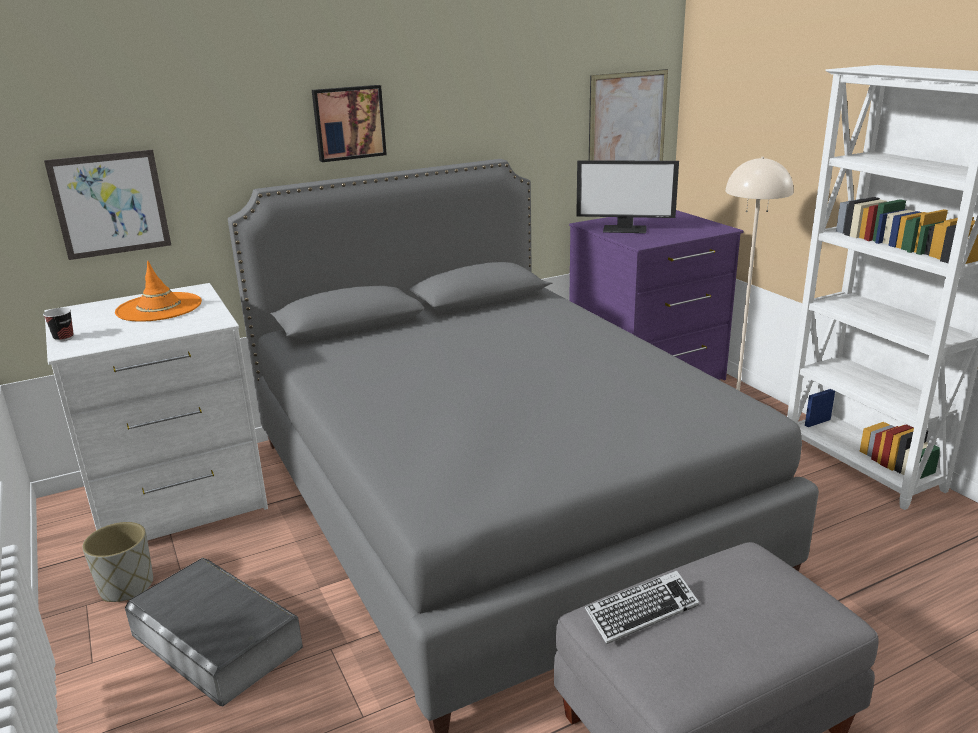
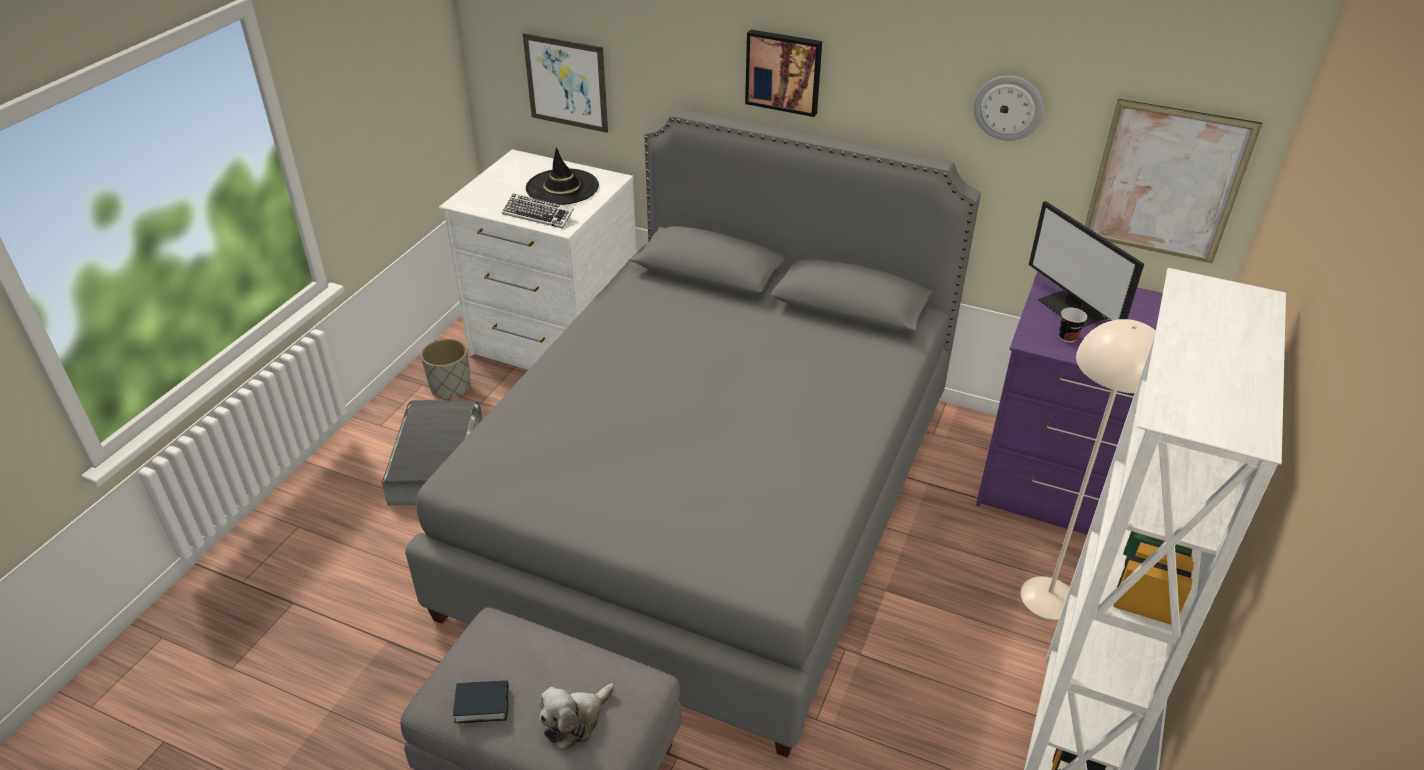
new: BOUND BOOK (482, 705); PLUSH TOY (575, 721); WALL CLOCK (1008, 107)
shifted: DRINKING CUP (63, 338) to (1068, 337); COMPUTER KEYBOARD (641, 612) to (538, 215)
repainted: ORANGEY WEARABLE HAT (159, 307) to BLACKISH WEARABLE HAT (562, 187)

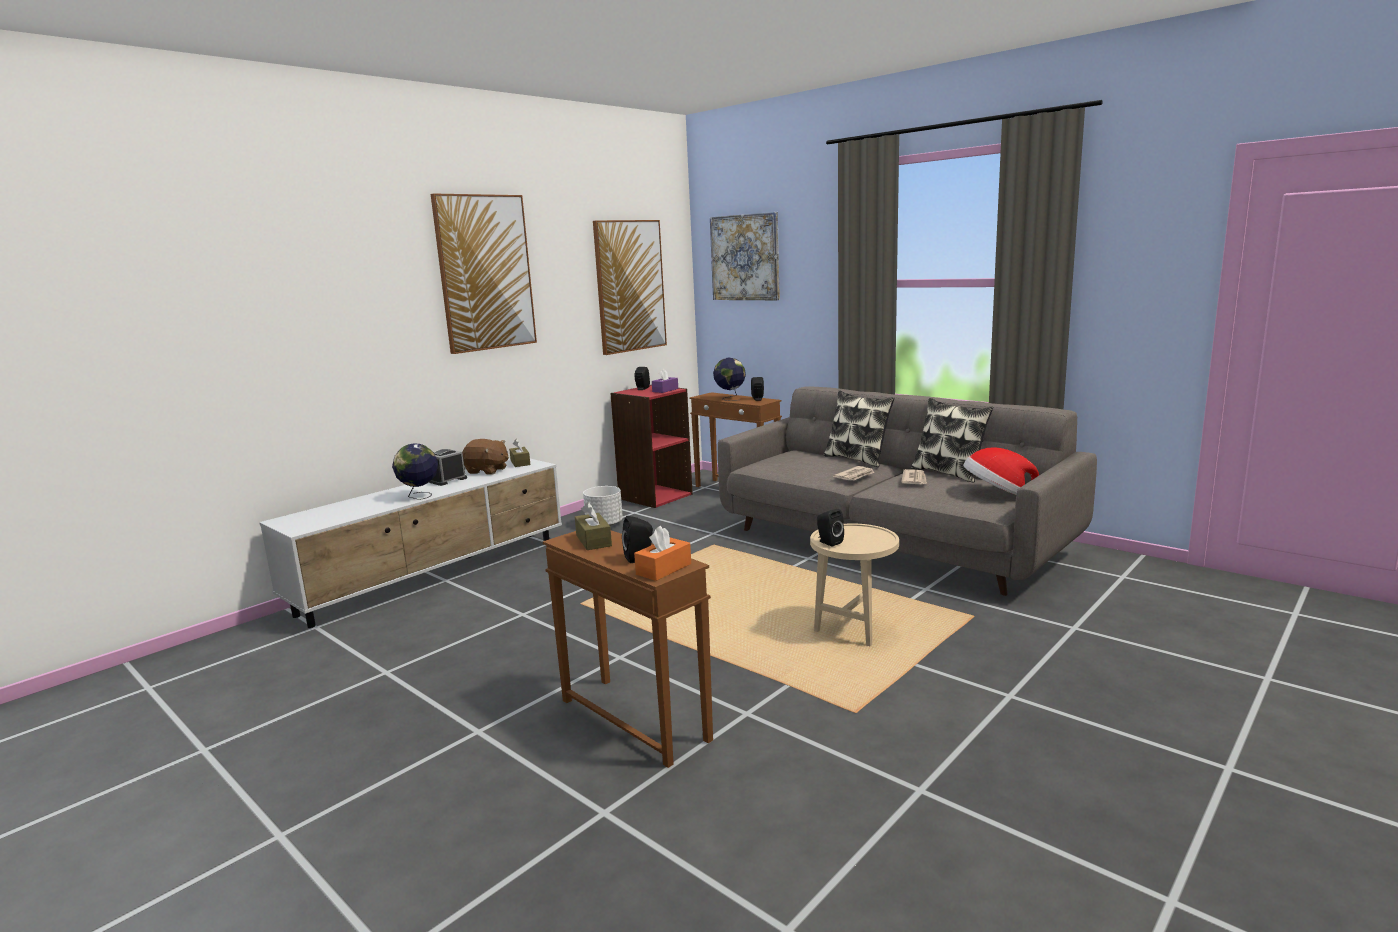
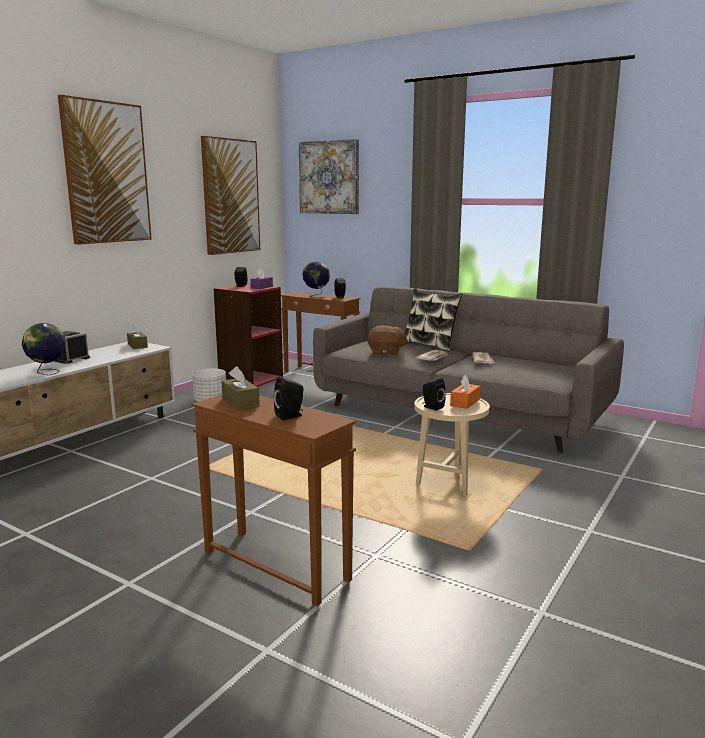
gone: CUSHION (949, 473); WEARABLE HAT (996, 493)
shifted: BROWNISH PLUSH TOY (487, 471) to (386, 353); ORANGEY TISSUE HOLDER (663, 569) to (465, 402)

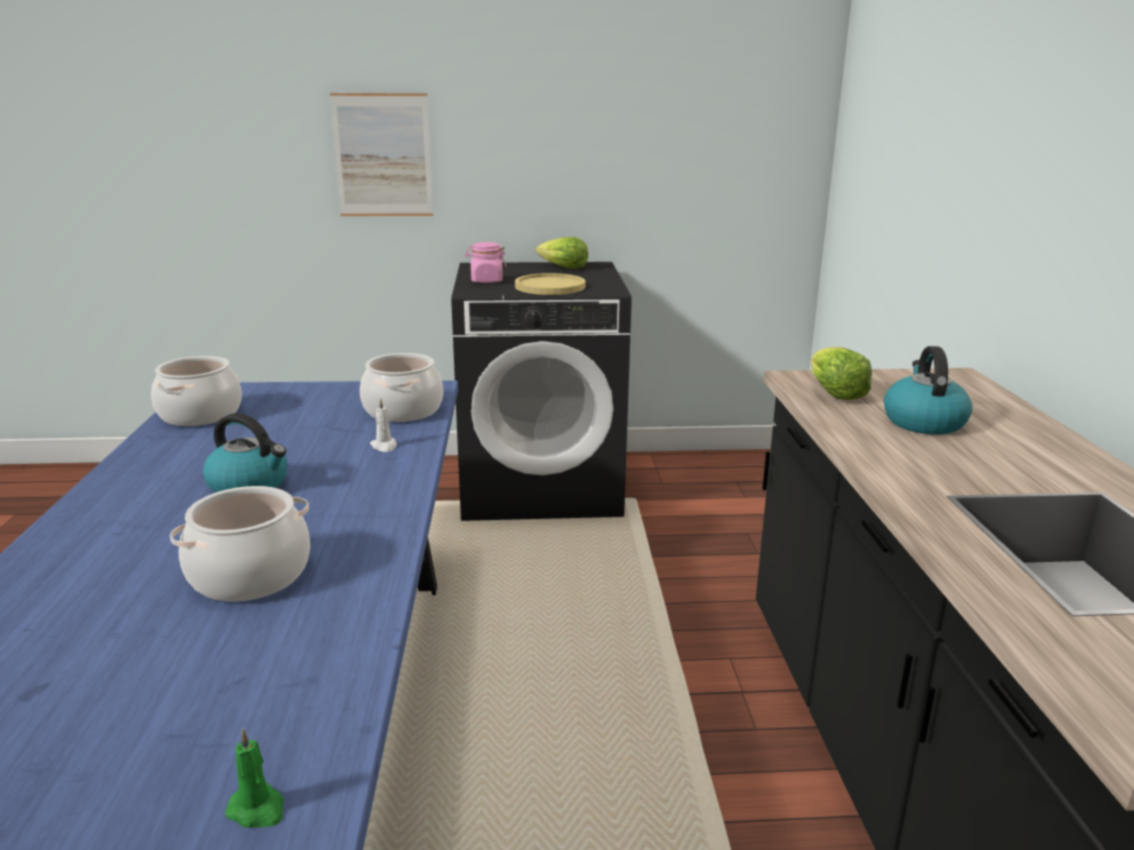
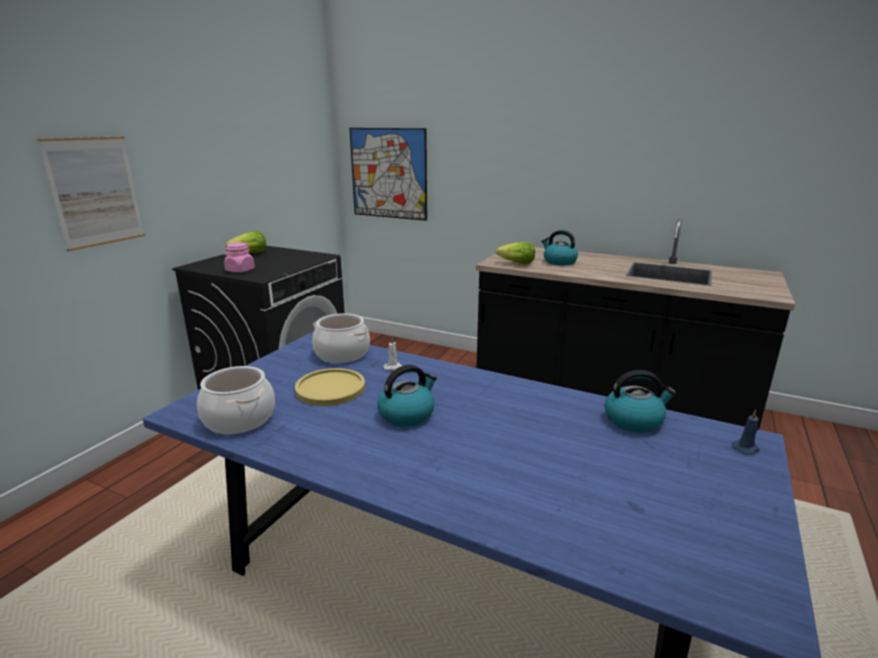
gone: STOCKPOT (249, 575)
new: WALL PICTURE (388, 173); TEA KETTLE (634, 420)
shifted: YELLOWISH DINNER PLATE (550, 286) to (330, 388)
repainted: GREEN-COLOURED WAX CANDLE (258, 810) to BLUE-COLOURED WAX CANDLE (746, 448)

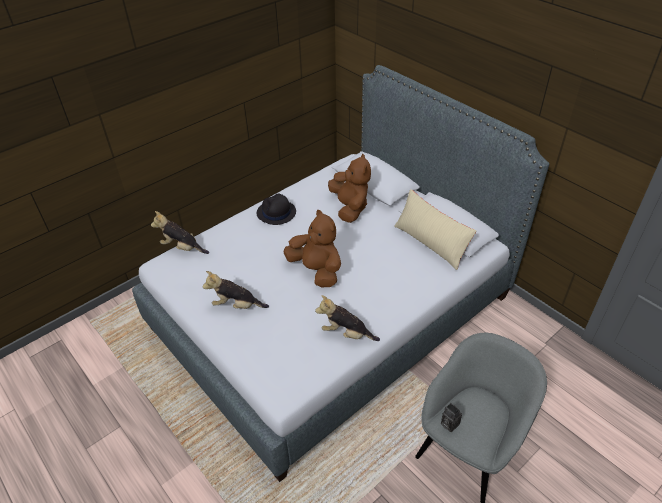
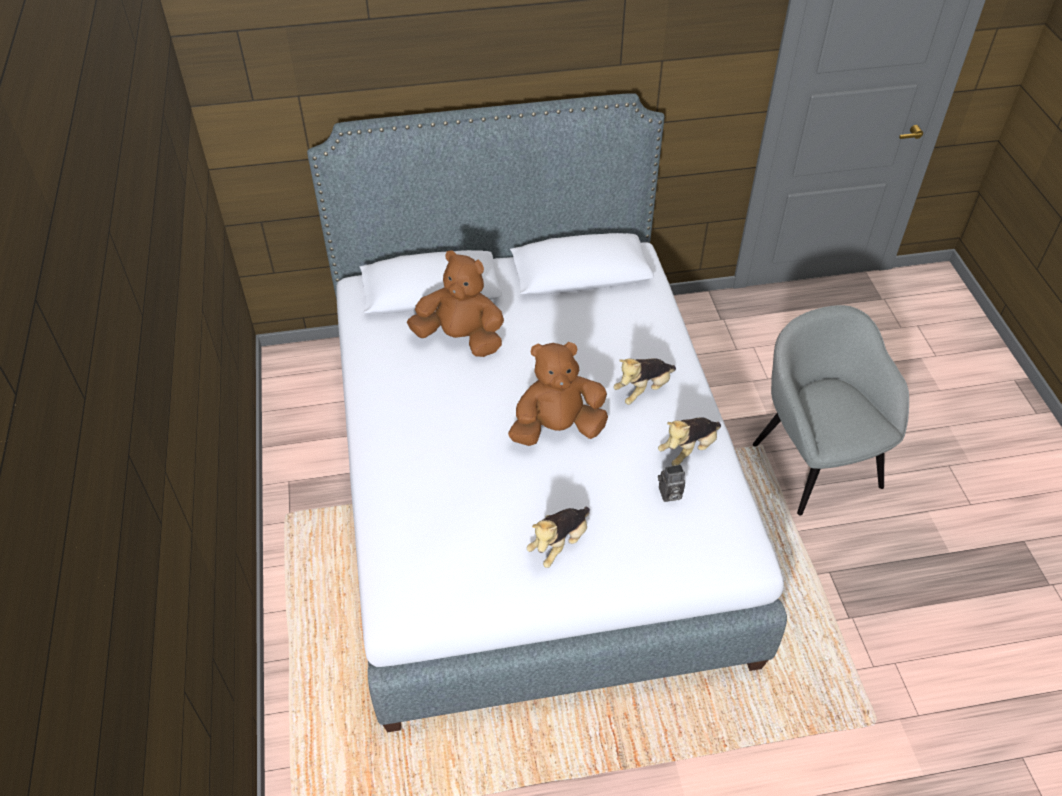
gone: BLACKISH WEARABLE HAT (276, 213); BEIGE CUSHION (431, 242)
shifted: PLUSH TOY (182, 248) to (643, 390); STILL CAMERA (448, 424) to (669, 494)

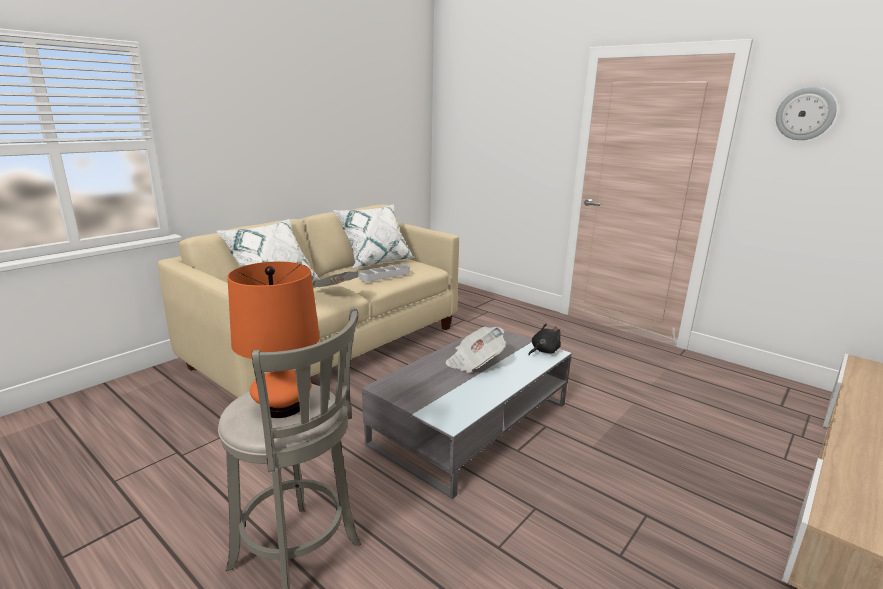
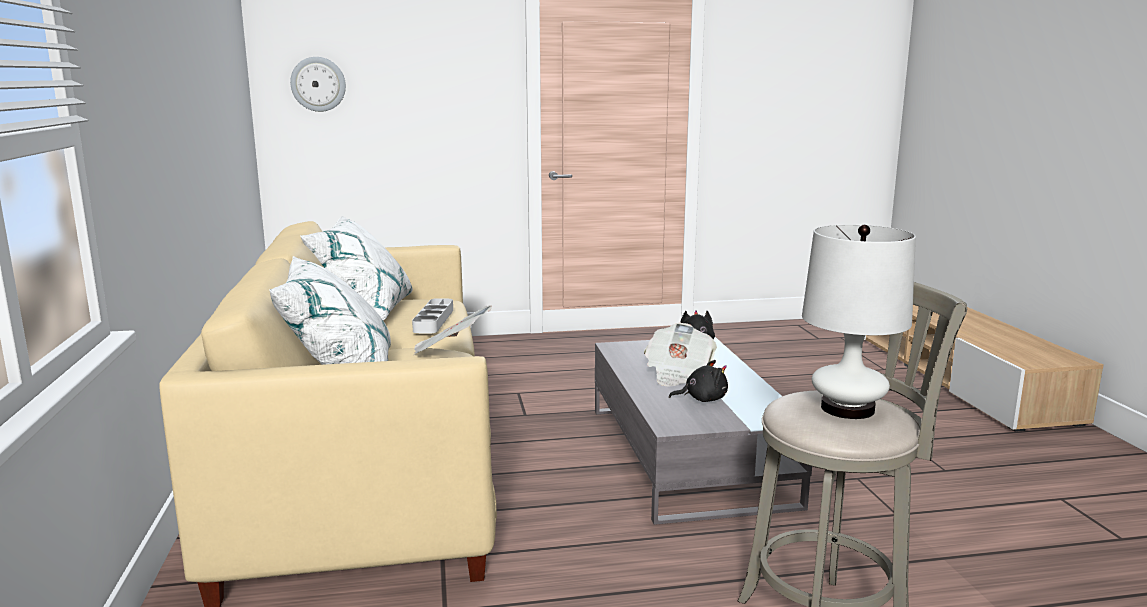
new: BLACKISH PLUSH TOY (702, 399)
shifted: WALL CLOCK (805, 114) to (318, 84)
repainted: ORANGEY TABLETOP LAMP (282, 406) to WHITE-COLOURED TABLETOP LAMP (847, 409)

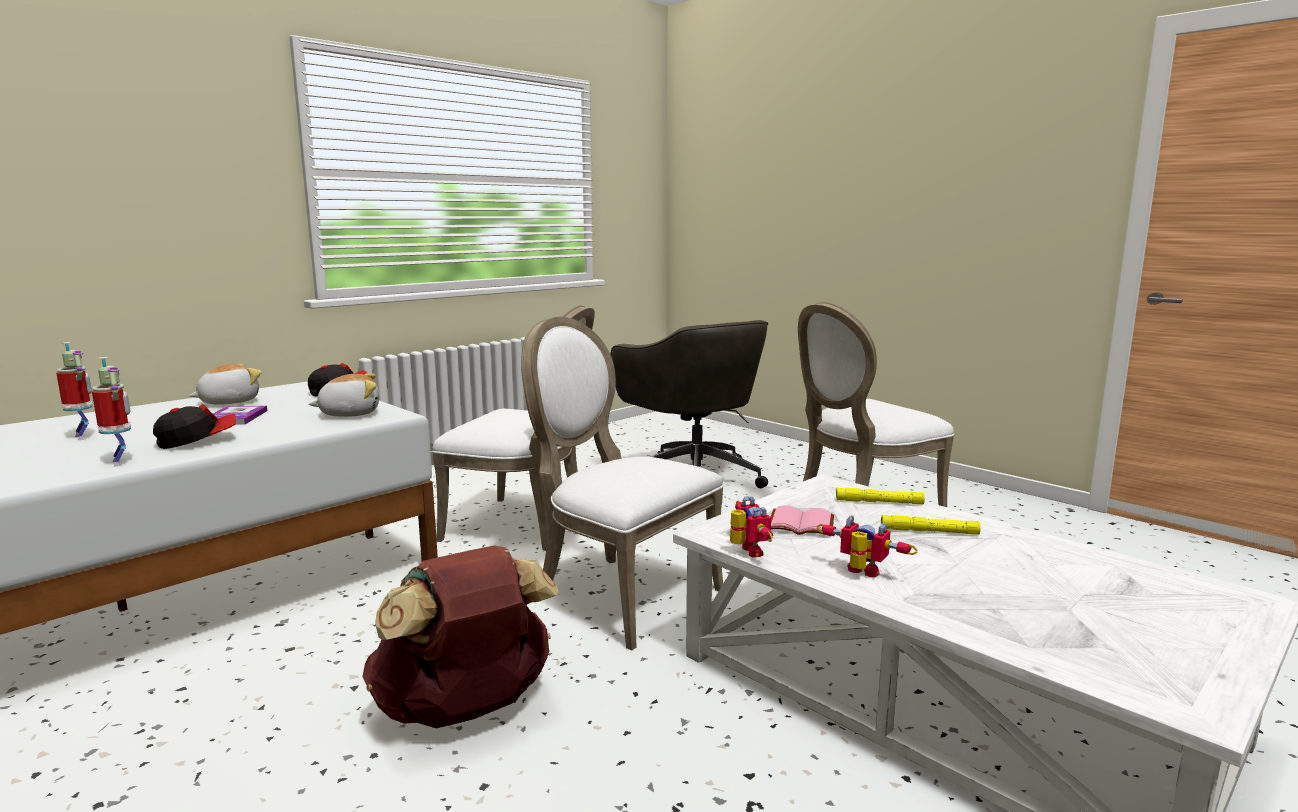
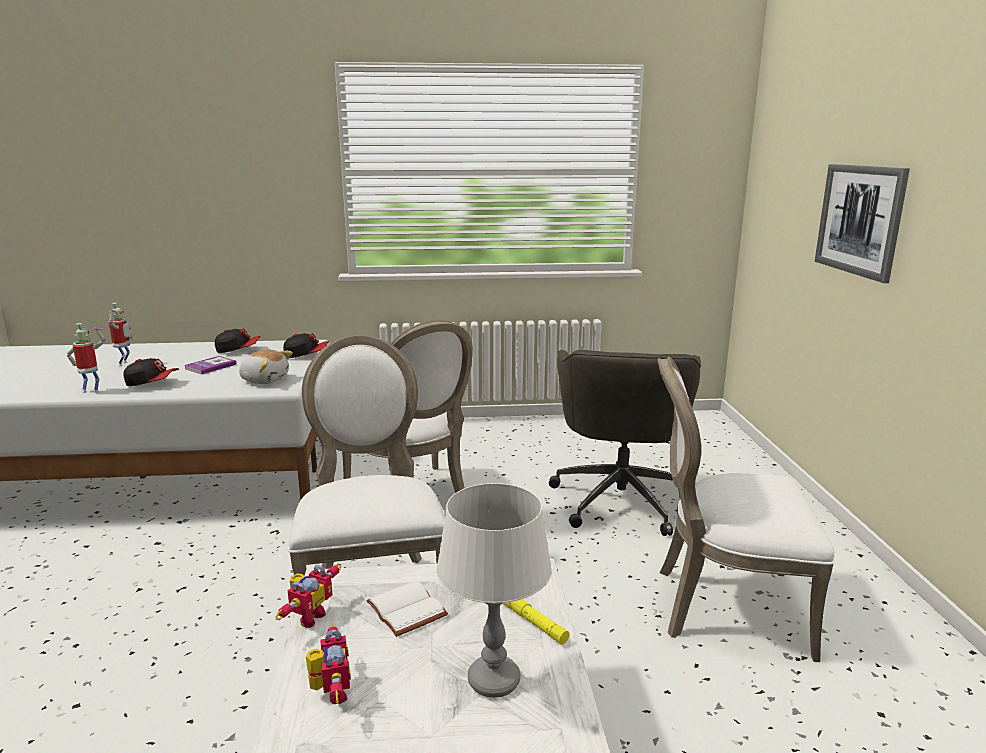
gone: BROWNISH KNAPSACK (466, 710)
new: WALL PICTURE (859, 220)
swapped: PLUSH TOY (228, 402) to PEAKED CAP (238, 350); YELLOWISH FLASHLIGHT (929, 531) to WHITE-COLOURED TABLETOP LAMP (493, 681)
repainted: PINKISH BOUND BOOK (802, 524) to WHITE-COLOURED BOUND BOOK (409, 609)
rotated: ROBOT FIGURE (121, 462) = (92, 391) 90 degrees counterclockwise

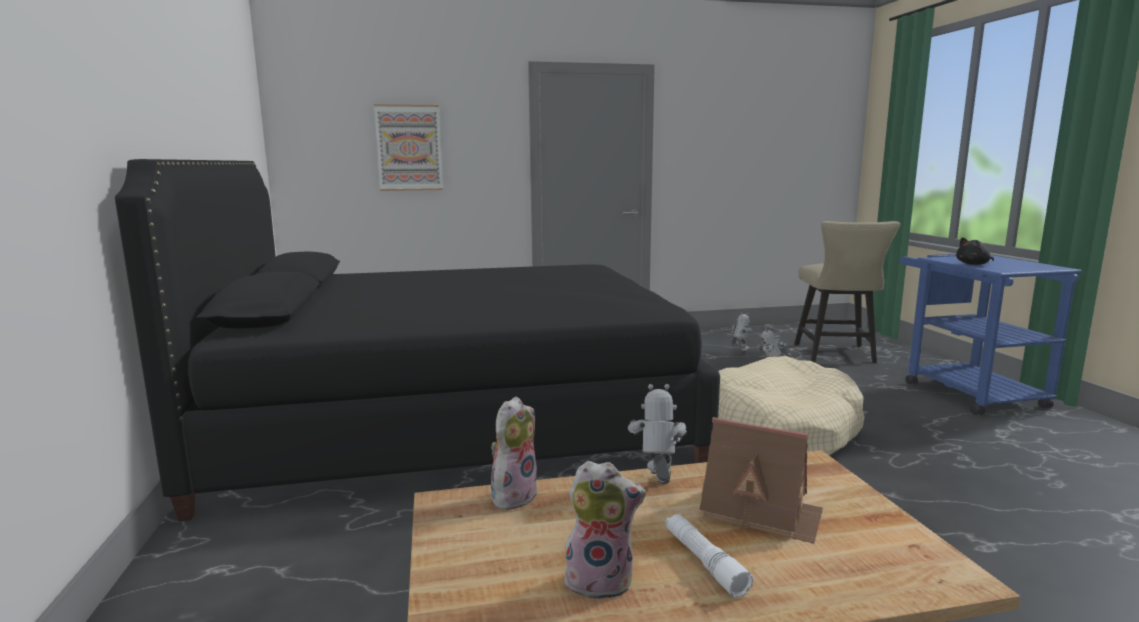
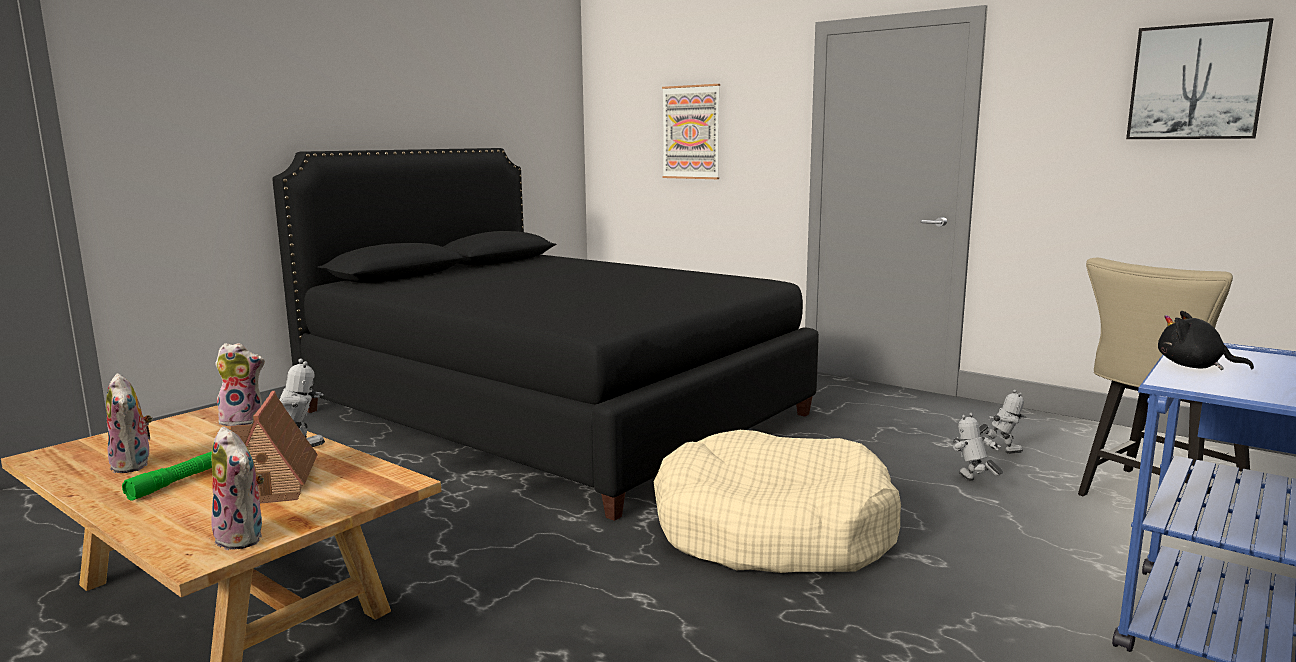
new: PLUSH TOY (244, 537); WALL PICTURE (1196, 82)
repainted: WHITE-COLOURED FLASHLIGHT (704, 562) to GREEN-COLOURED FLASHLIGHT (176, 483)

